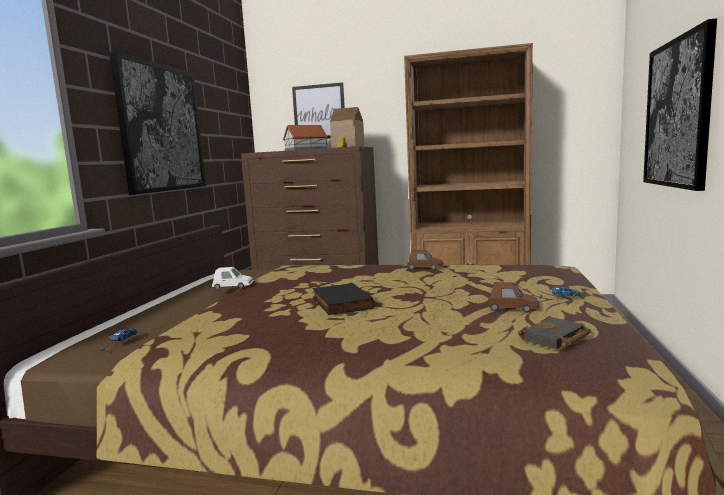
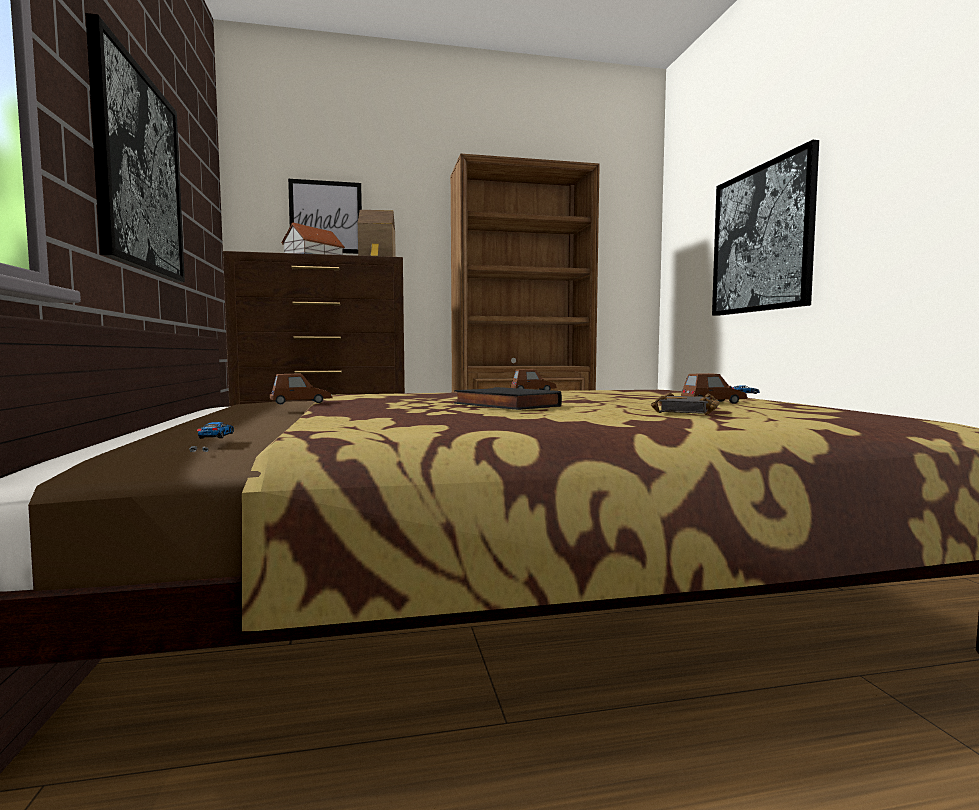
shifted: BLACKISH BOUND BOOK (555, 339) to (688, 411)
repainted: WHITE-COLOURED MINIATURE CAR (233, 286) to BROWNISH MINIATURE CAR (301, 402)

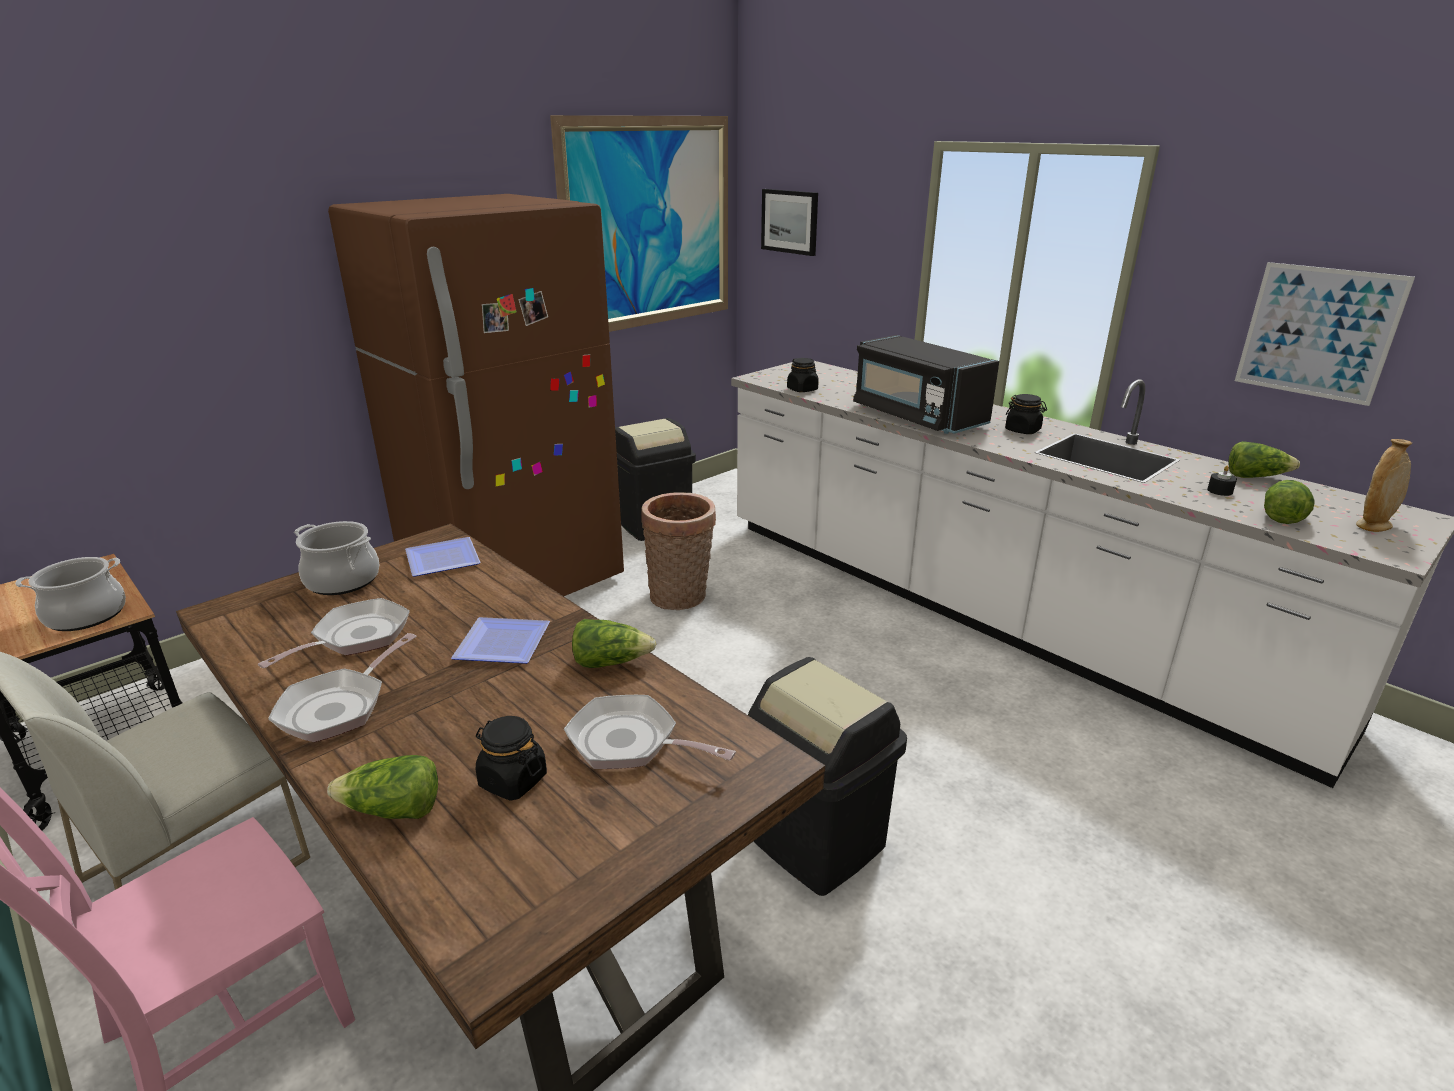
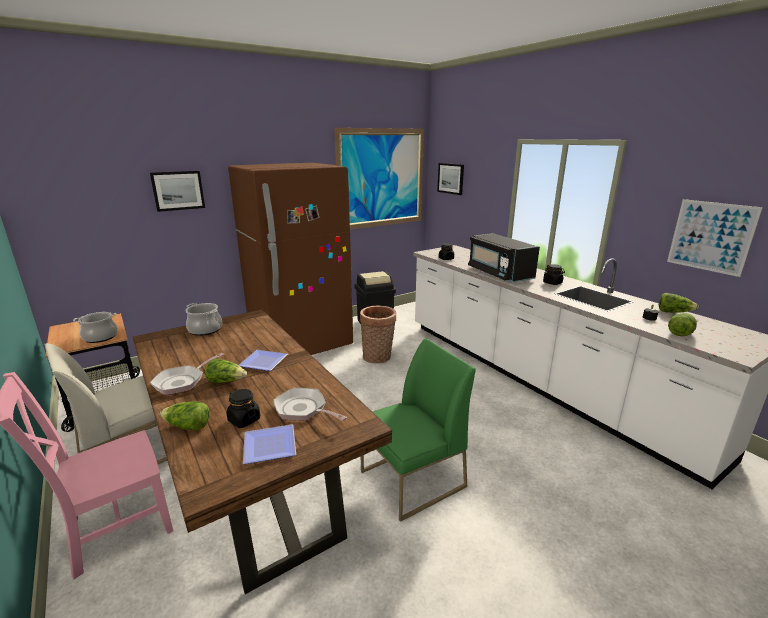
gone: PAN (355, 637); BEIGE VASE (1373, 526)
new: WALL PICTURE (178, 190)
shifted: DINNER PLATE (440, 559) to (268, 445); LETTUCE (610, 662) to (226, 381)
swapped: BLACKISH TRASH CAN (816, 841) to GREEN-COLOURED PLAIN CHAIR (412, 480)

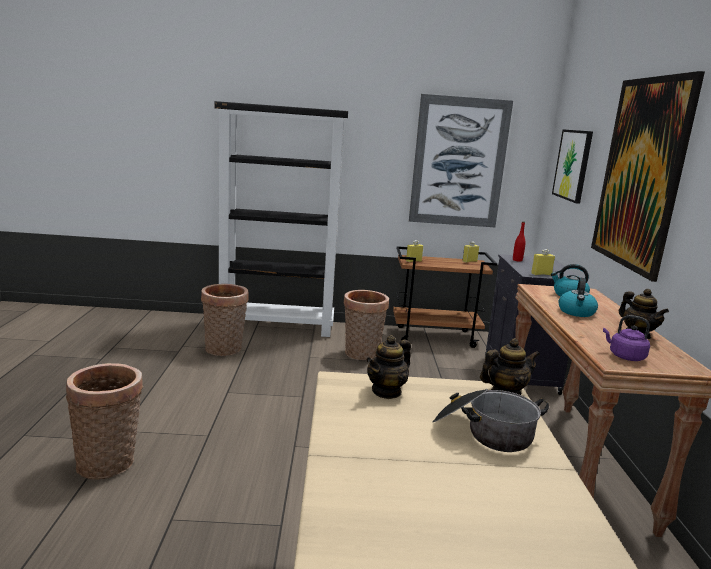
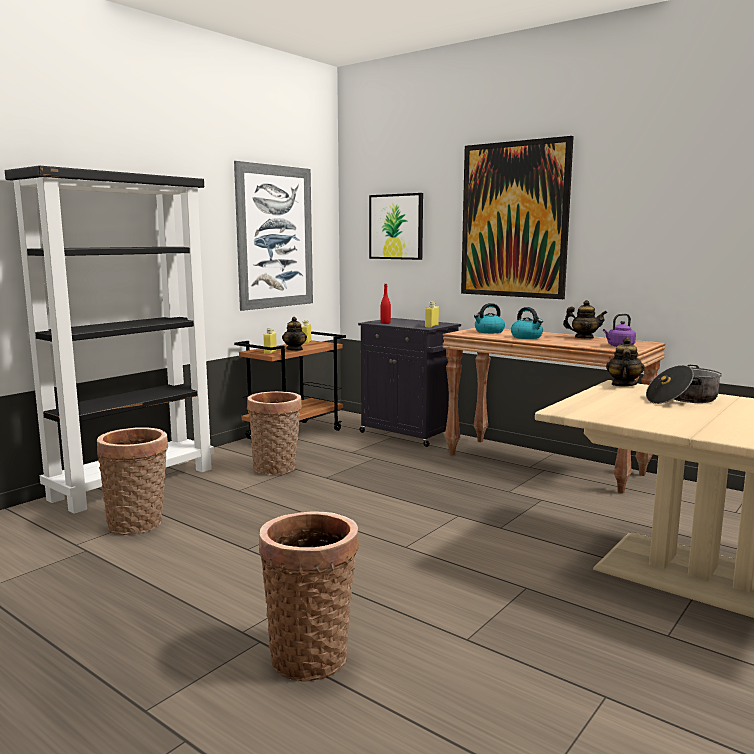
shifted: POT FOR TEA (386, 391) to (295, 349)

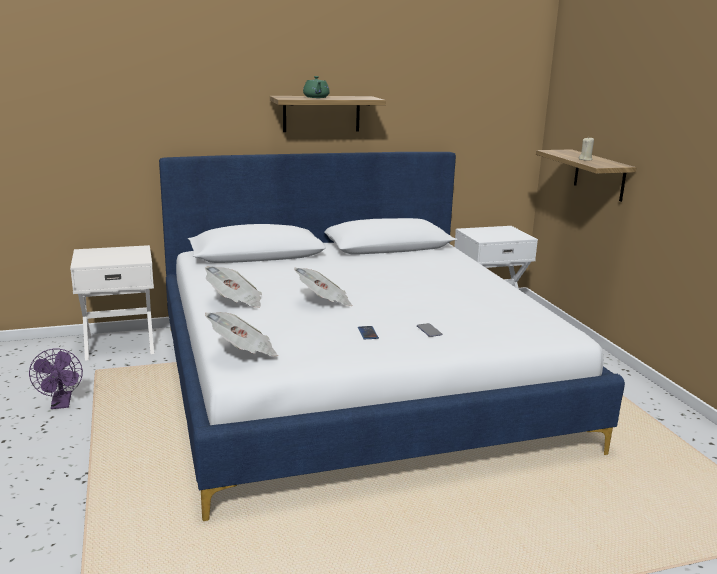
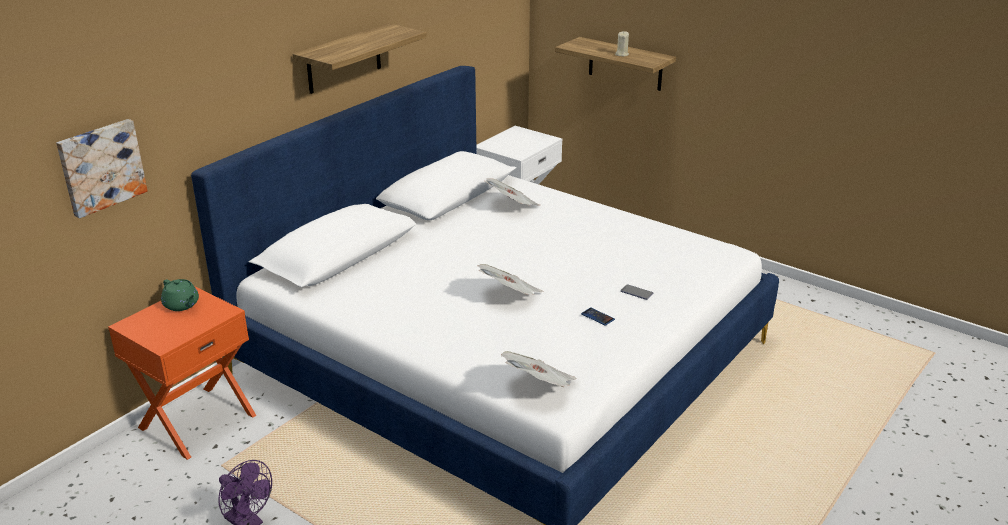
new: WALL PICTURE (101, 166)
shifted: PRINTED PAPER (235, 301) to (512, 206); GREEN-COLOURED POT FOR TEA (316, 97) to (182, 305)
repainted: WHITE-COLOURED NIGHT TABLE (120, 344) to ORANGEY NIGHT TABLE (196, 420)

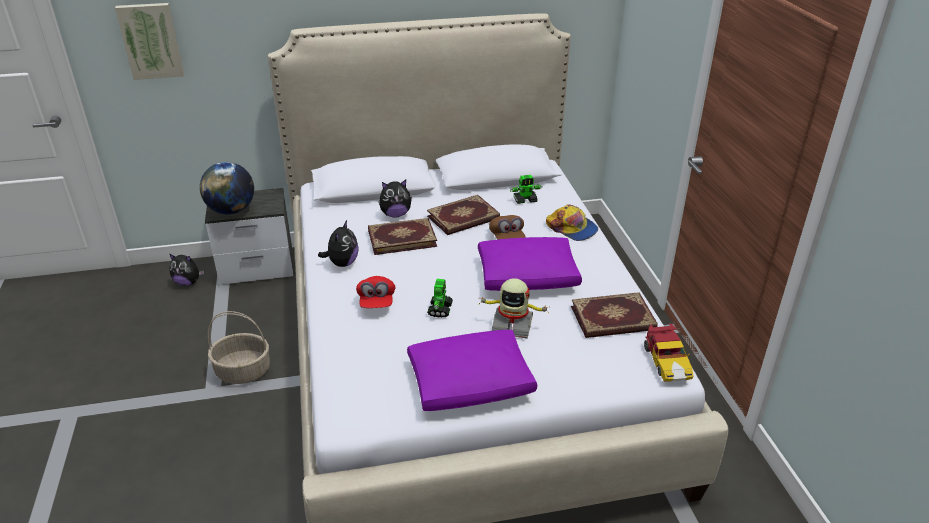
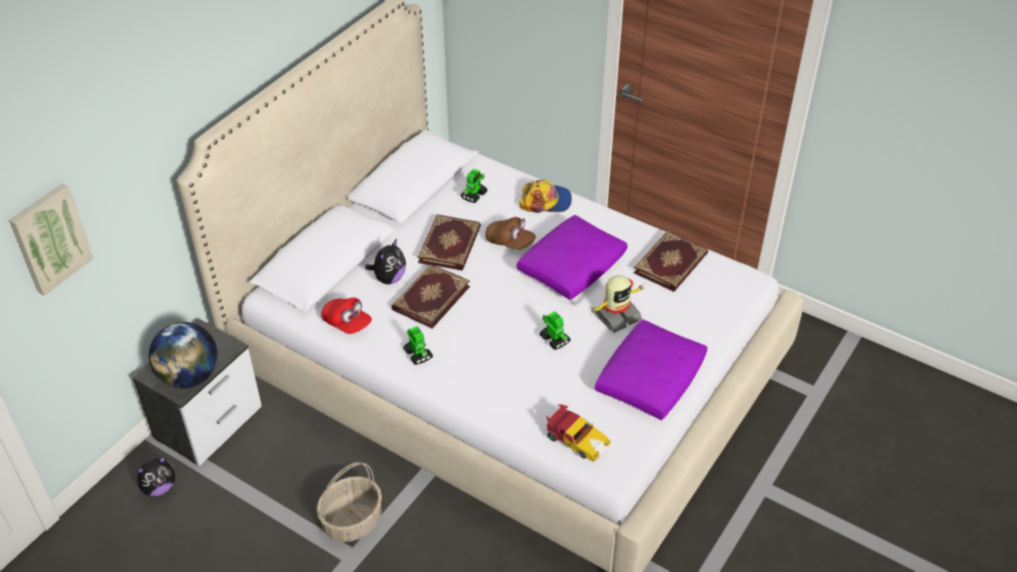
shifted: RED-COLOURED PEAKED CAP (376, 302) to (347, 323); MINIATURE CAR (666, 361) to (576, 440)
swapped: PLUSH TOY (342, 263) to ROBOT FIGURE (418, 354)

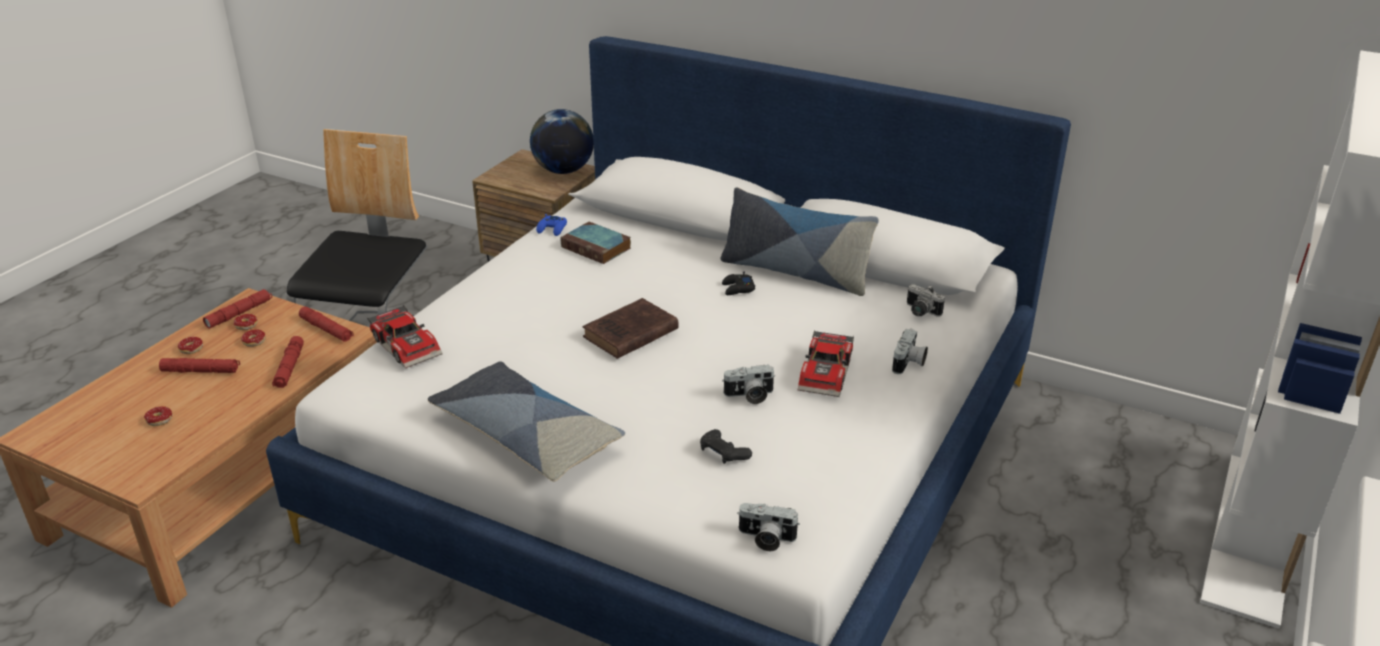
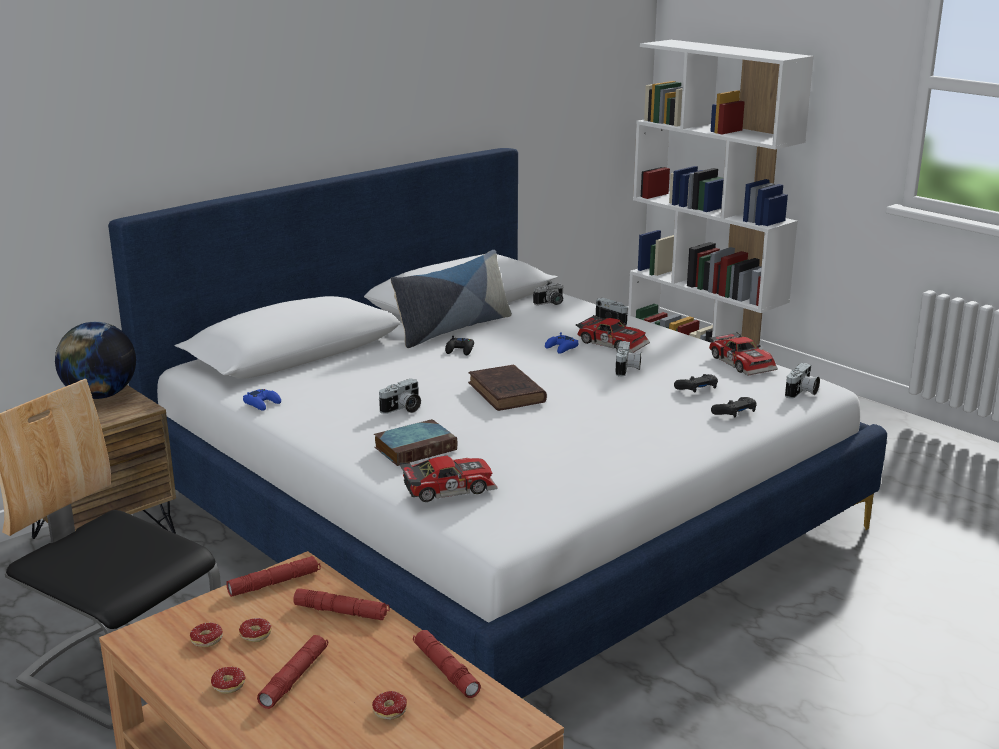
gone: CUSHION (526, 434)
new: STILL CAMERA (403, 409); BLUE-COLOURED GAME CONTROLLER (561, 348); MINIATURE CAR (743, 362); BLACKISH GAME CONTROLLER (735, 413)
shifted: RED-COLOURED FLASHLIGHT (239, 313) to (446, 670); BOUND BOOK (597, 248) to (416, 448)

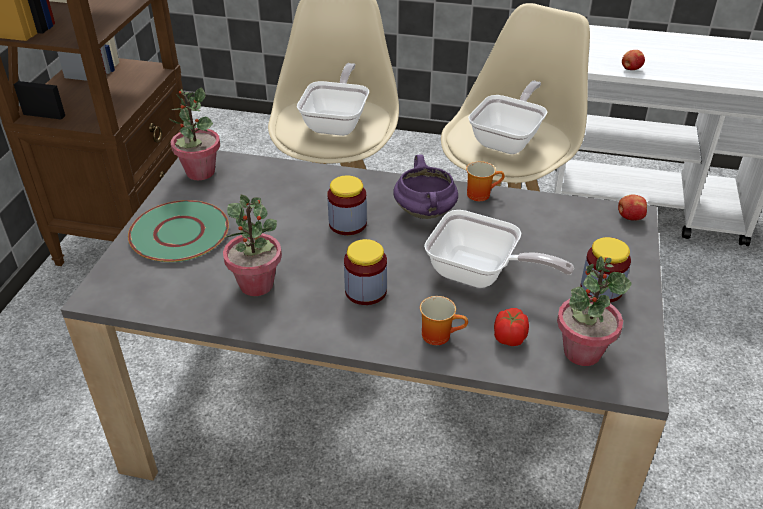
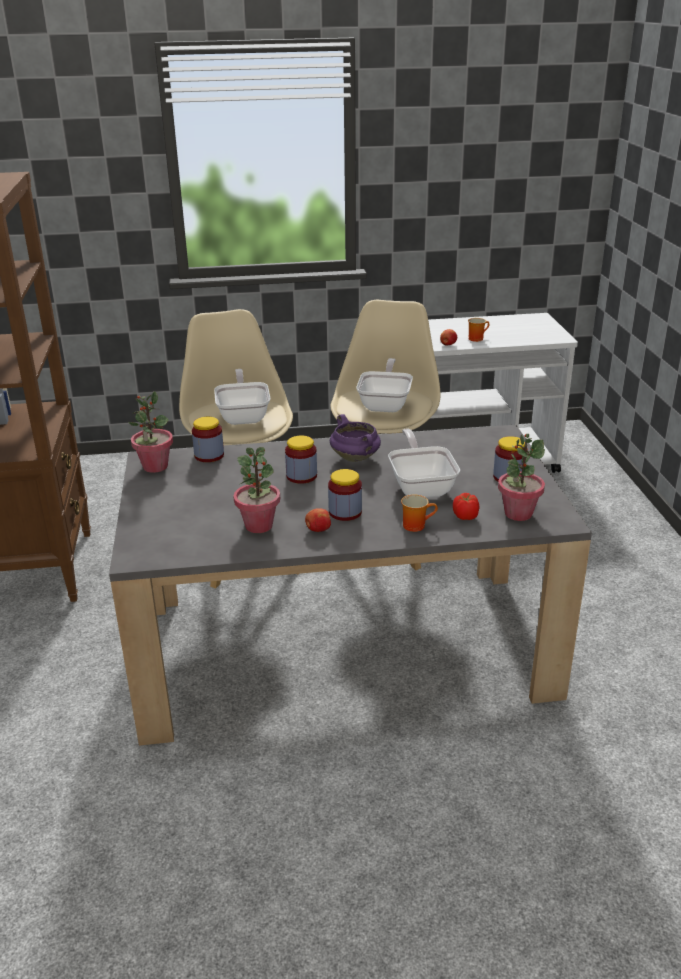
gone: GREEN-COLOURED DINNER PLATE (180, 232)
new: JAR (209, 455)
shifted: TEA MUG (480, 193) to (476, 338); APPLE (629, 217) to (318, 530)
rotated: PAN (480, 275) = (421, 486) 105 degrees counterclockwise

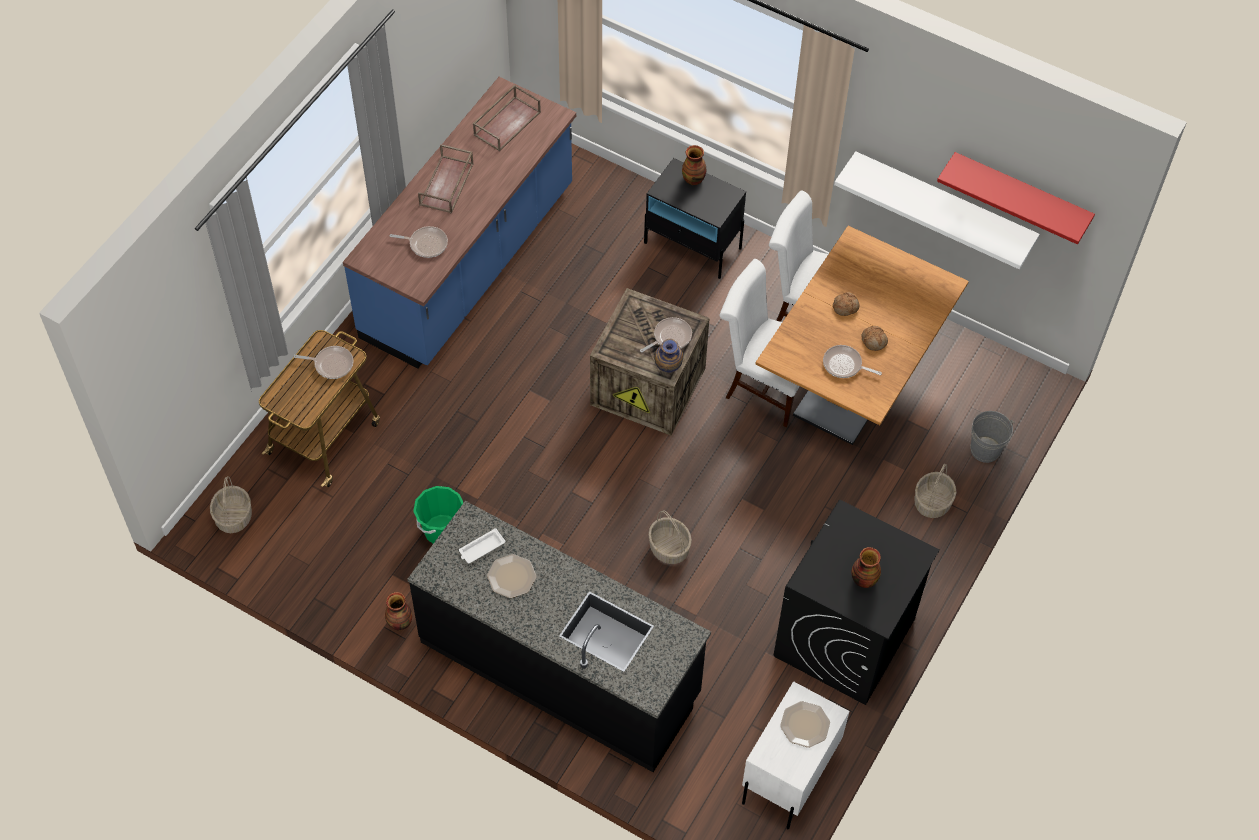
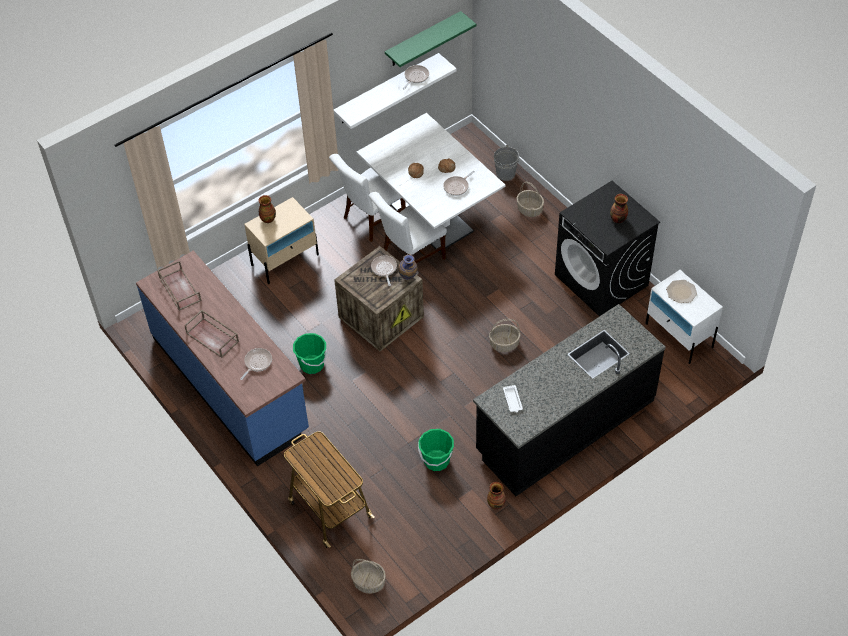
gone: DINNER PLATE (511, 577)
new: GREEN-COLOURED PAIL (312, 364)
shifted: PAN (331, 364) to (415, 77)
repainted: BLACKISH NIGHT TABLE (693, 245) to BEIGE NIGHT TABLE (285, 259); BROWNISH DINING TABLE (850, 385) to WHITE-COLOURED DINING TABLE (431, 218); RED-COLOURED SHELF (1020, 194) to GREEN-COLOURED SHELF (423, 39)

